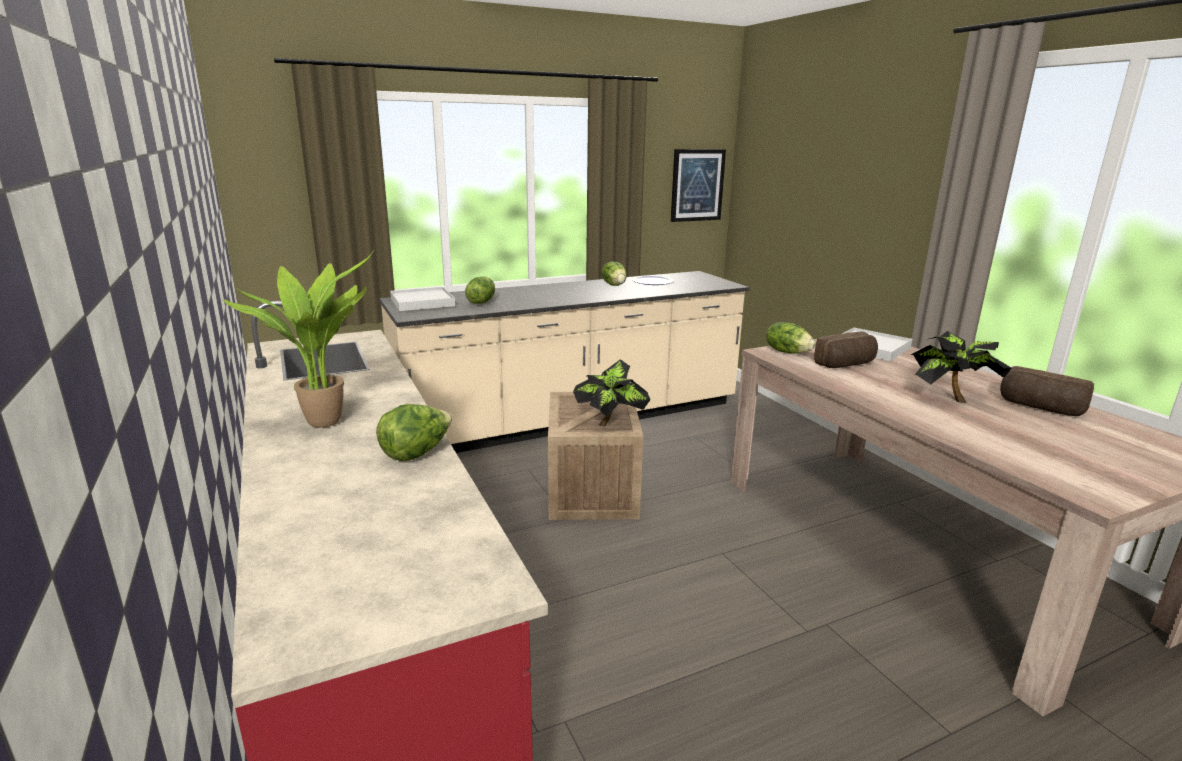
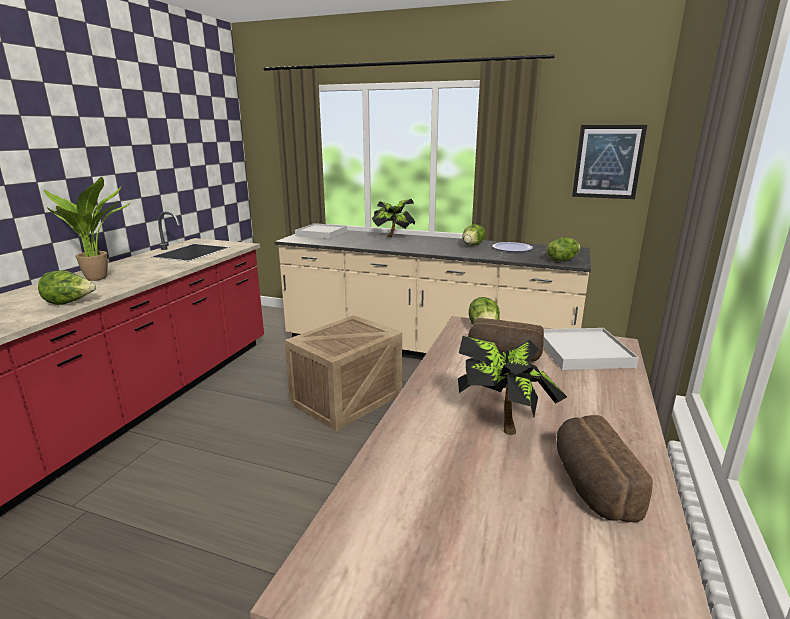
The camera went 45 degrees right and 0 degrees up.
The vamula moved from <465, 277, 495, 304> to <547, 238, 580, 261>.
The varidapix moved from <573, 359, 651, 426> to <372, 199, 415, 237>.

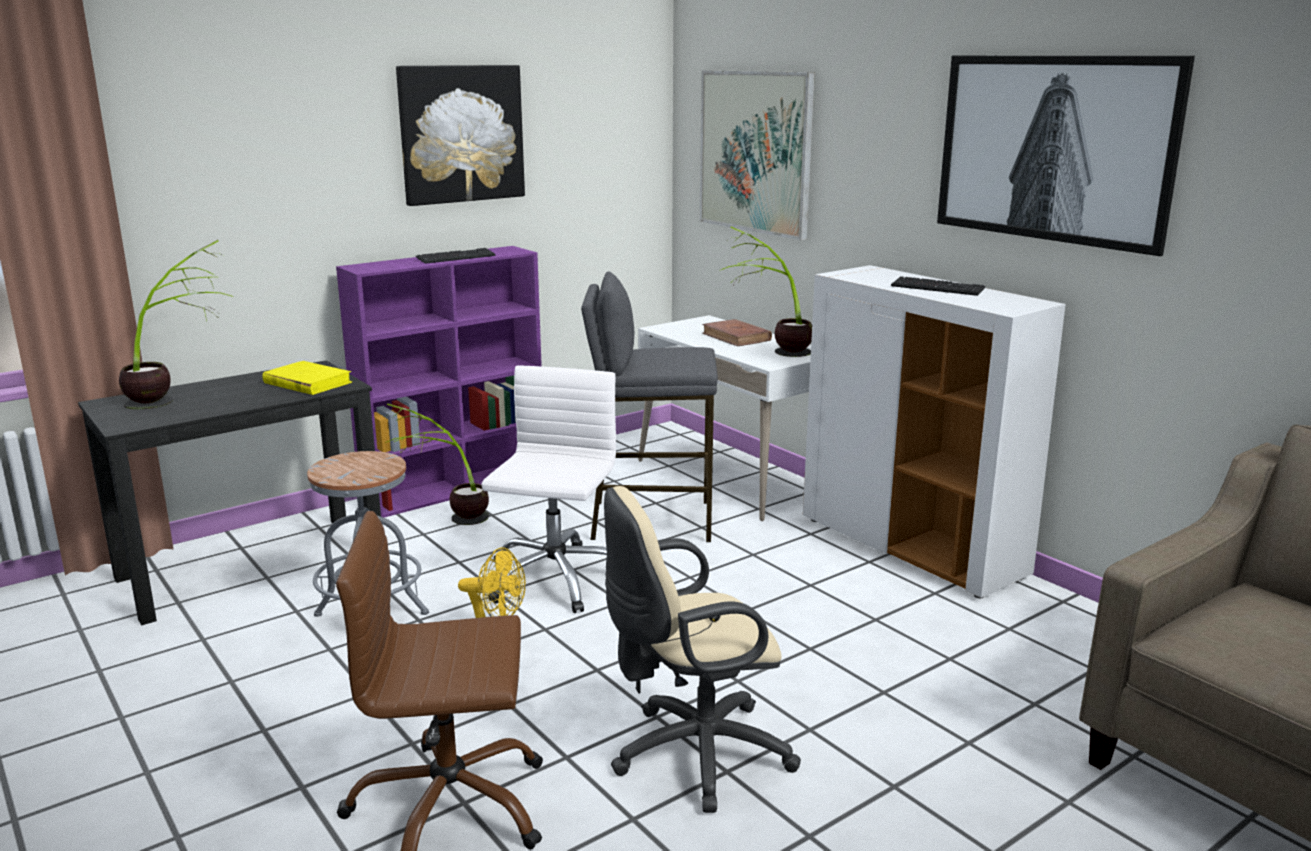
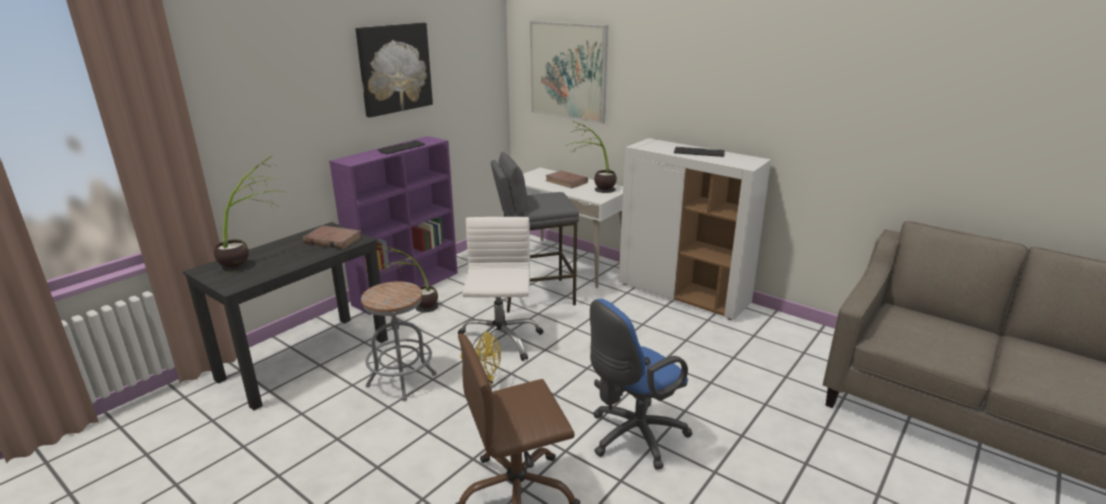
The camera went 15 degrees left and 5 degrees up.
The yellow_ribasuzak at <262, 361, 352, 395> became the brown_ribasuzak at <303, 225, 362, 249>.
The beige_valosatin at <604, 486, 801, 813> became the blue_valosatin at <590, 299, 693, 470>.
The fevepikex at <937, 56, 1195, 256> disappeared.

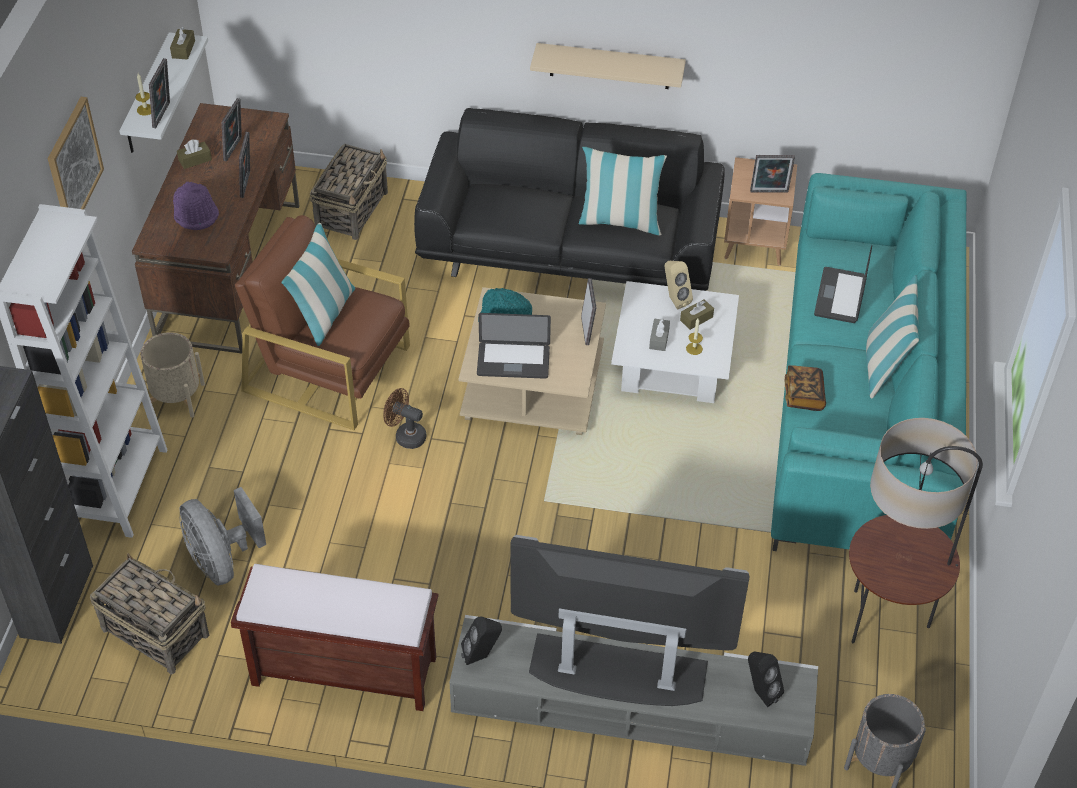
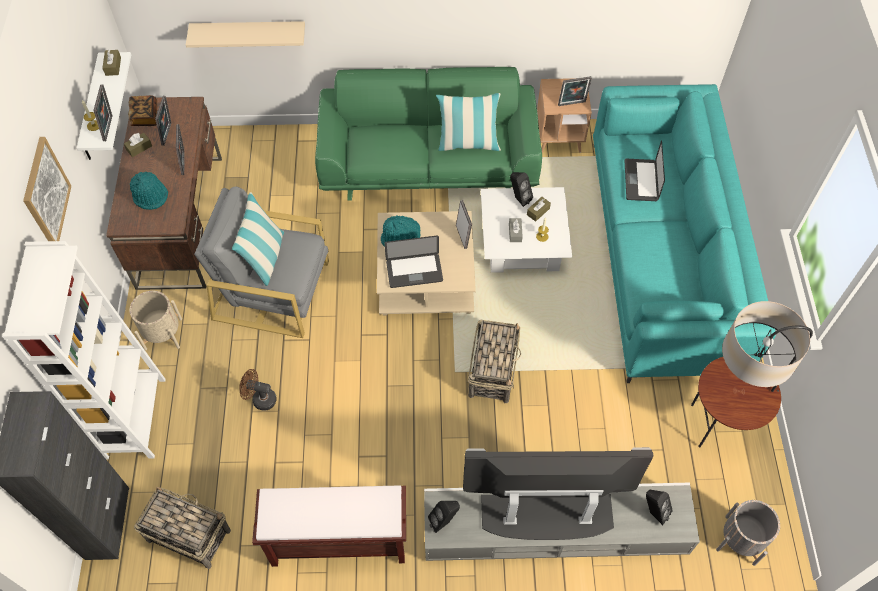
The camera went 10 degrees left and 10 degrees up.
The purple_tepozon at <173, 182, 219, 230> became the turquoise_tepozon at <130, 172, 168, 210>.
The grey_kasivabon at <179, 487, 266, 586> disappeared.
The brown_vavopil at <235, 215, 410, 430> became the grey_vavopil at <194, 186, 329, 338>.
The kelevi moved from <310, 144, 388, 240> to <468, 320, 521, 403>.
The brown_kasivabon moved from <383, 388, 426, 449> to <239, 369, 277, 411>.
The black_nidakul at <414, 108, 725, 291> became the green_nidakul at <315, 67, 542, 201>.
The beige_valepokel moved from <530, 43, 686, 89> to <186, 21, 305, 48>.
The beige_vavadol at <664, 261, 693, 309> became the black_vavadol at <510, 172, 533, 207>.
The ribasuzak moved from <784, 365, 826, 411> to <128, 95, 157, 126>.
The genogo at <866, 275, 919, 398> disappeared.

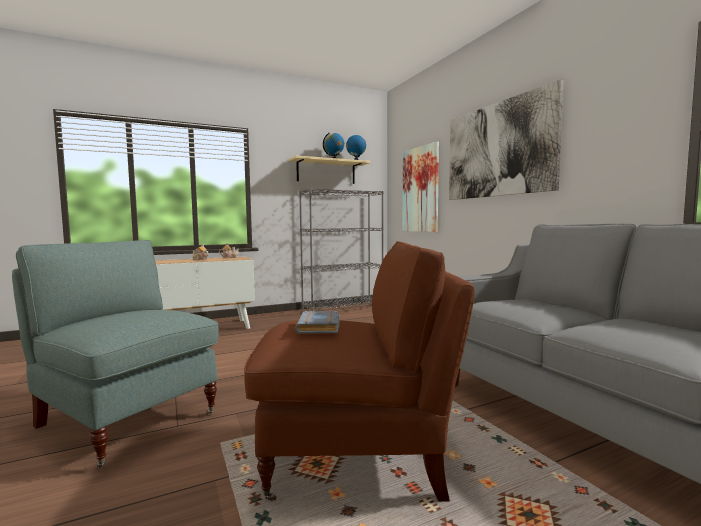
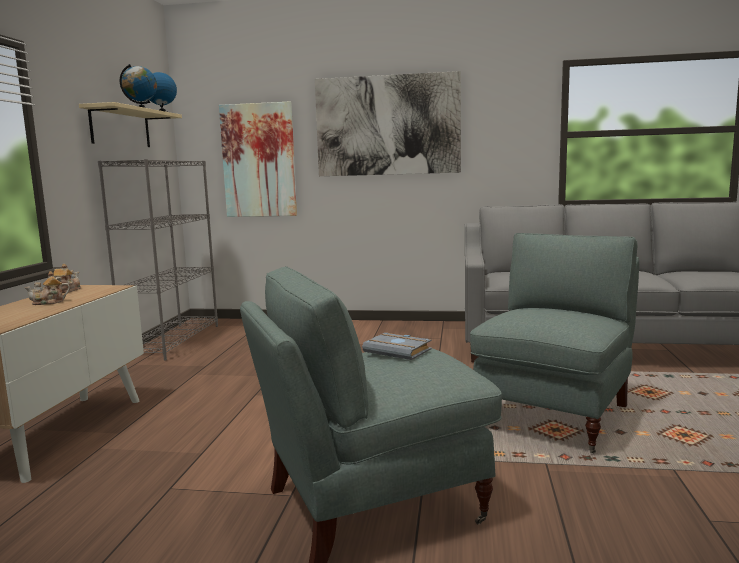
The camera went 55 degrees left and 5 degrees up.
The brown_vavopil at <244, 241, 475, 502> became the grey_vavopil at <470, 233, 639, 453>.
The grey_ribasuzak moved from <295, 311, 339, 334> to <362, 333, 432, 360>.

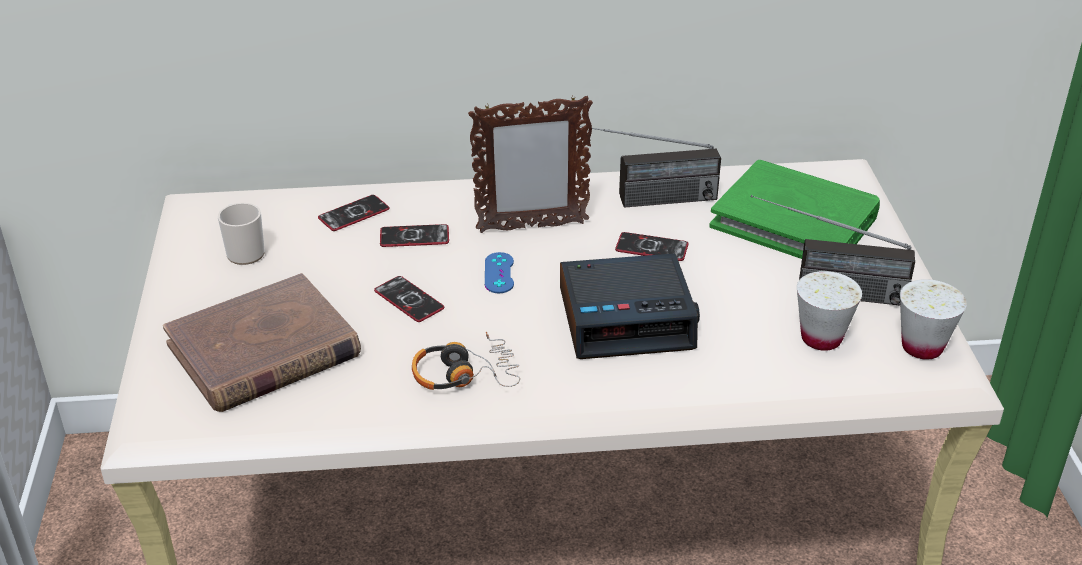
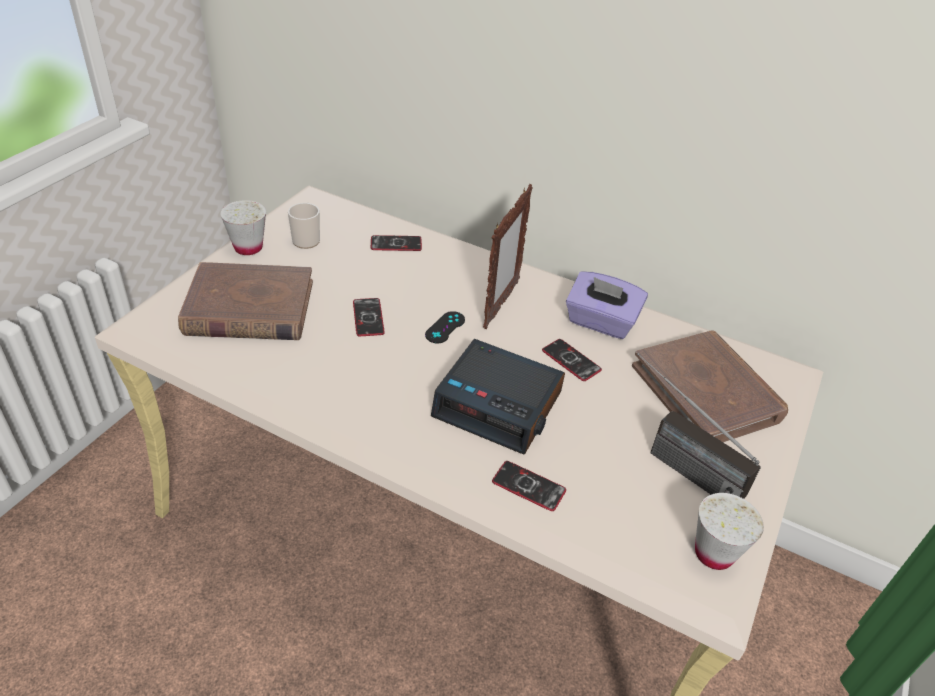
The camera went 30 degrees right and 5 degrees up.
The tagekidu moved from <380, 224, 449, 247> to <492, 461, 566, 511>.
The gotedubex at <412, 332, 520, 390> disappeared.
The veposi at <468, 95, 593, 233> turned 90 degrees counterclockwise.
The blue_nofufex at <485, 252, 514, 293> became the black_nofufex at <425, 311, 465, 343>.
The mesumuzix at <580, 126, 721, 208> was replaced by the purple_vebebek at <566, 271, 648, 339>.
The green_ribasuzak at <709, 160, 880, 259> became the brown_ribasuzak at <632, 330, 788, 442>.
The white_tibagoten moved from <797, 271, 862, 351> to <220, 200, 266, 255>.

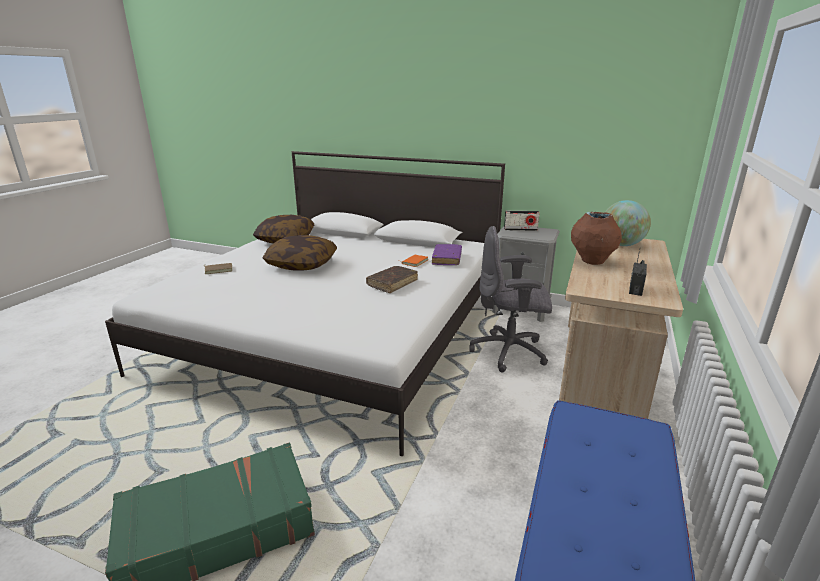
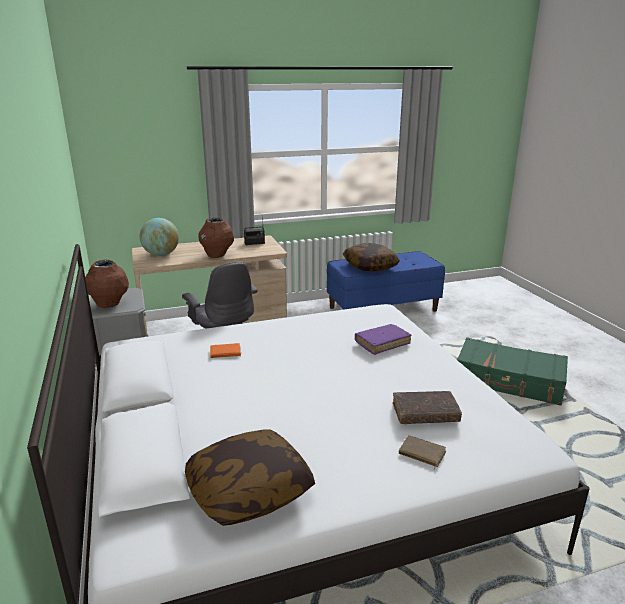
The camera went 130 degrees left and 0 degrees up.
The genogo moved from <263, 235, 337, 271> to <343, 243, 400, 272>.
The brown_ribasuzak moved from <366, 266, 418, 293> to <393, 391, 462, 424>.
The purple_ribasuzak moved from <432, 244, 462, 265> to <355, 324, 412, 355>.
The mesumuzix at <504, 211, 540, 231> was replaced by the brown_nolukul at <85, 259, 129, 308>.

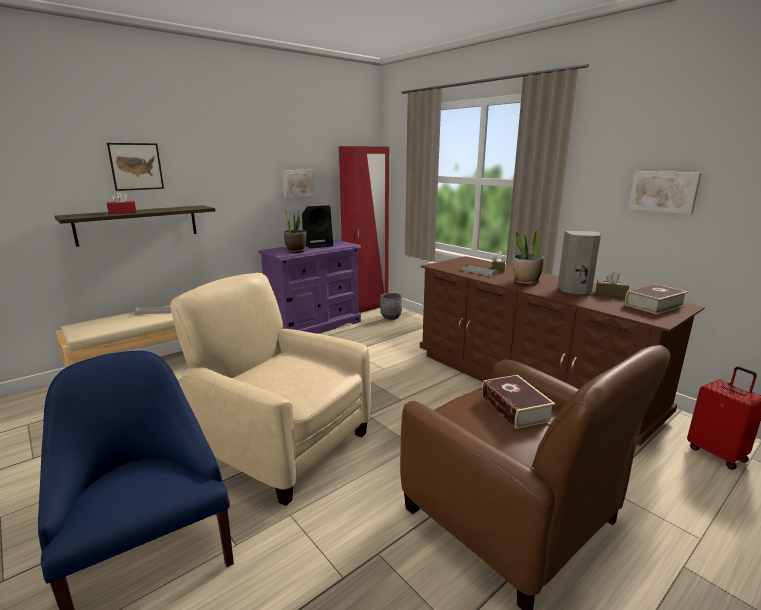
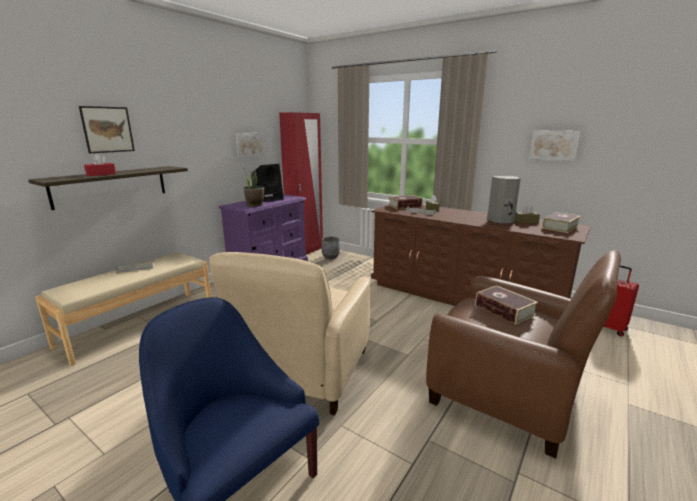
The camera went 15 degrees left and 0 degrees up.
The beige_vavopil at <170, 273, 371, 506> turned 90 degrees counterclockwise.
The varidapix at <513, 230, 544, 285> disappeared.
The ribasuzak at <389, 195, 423, 209> appeared.

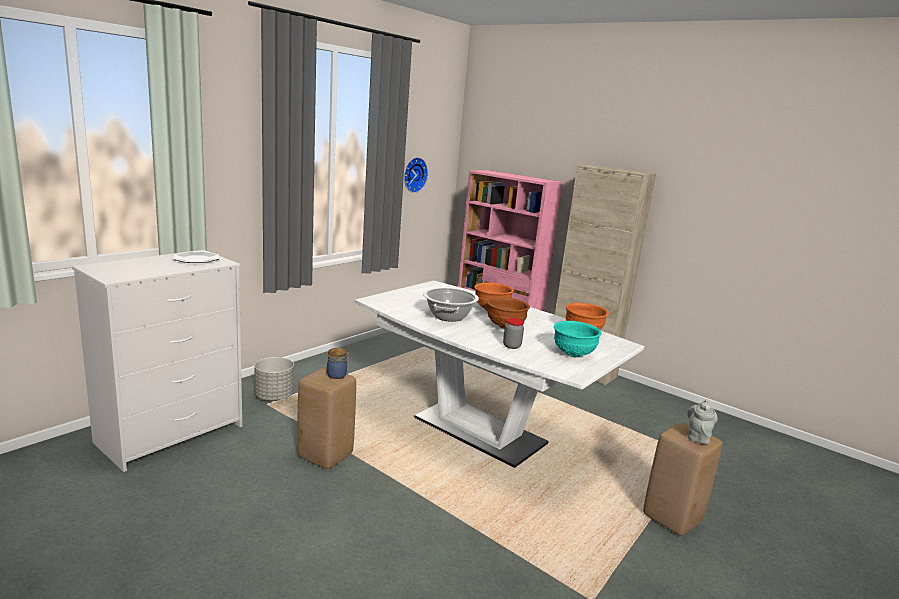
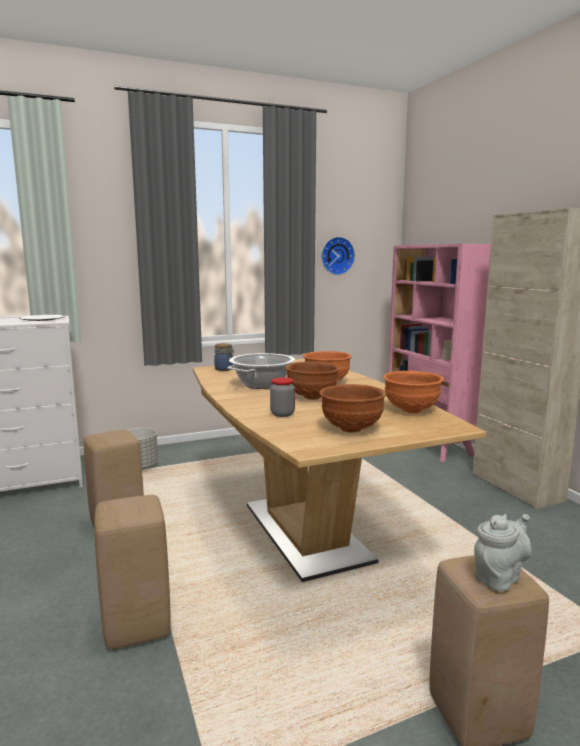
The camera went 30 degrees right and 5 degrees down.
The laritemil moved from <327, 348, 349, 379> to <214, 343, 234, 371>.
The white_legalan at <355, 281, 644, 468> became the brown_legalan at <193, 359, 487, 582>.
The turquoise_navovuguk at <554, 321, 602, 357> became the brown_navovuguk at <319, 384, 386, 433>.
The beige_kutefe at <94, 495, 171, 649> appeared.

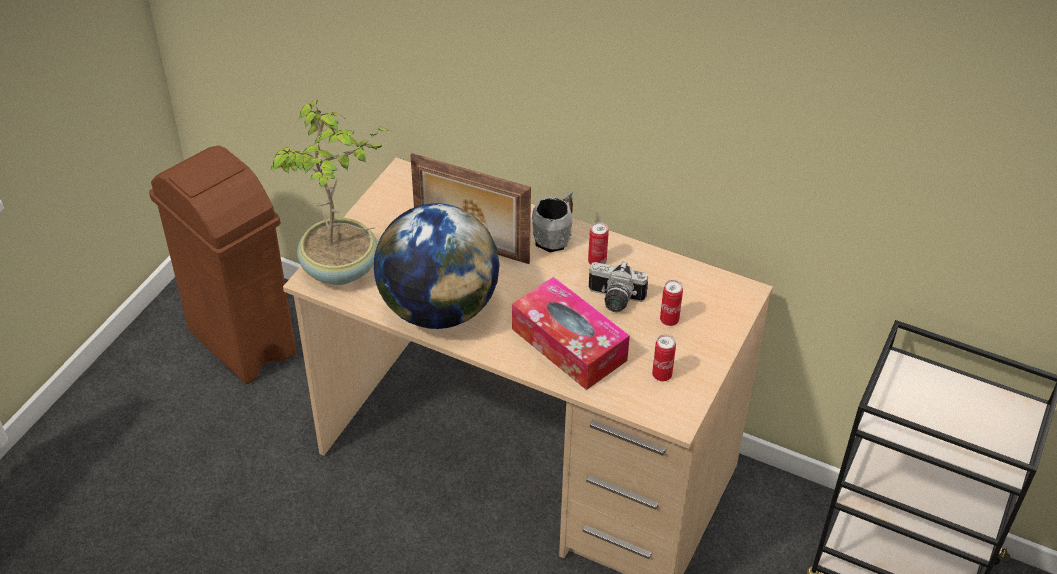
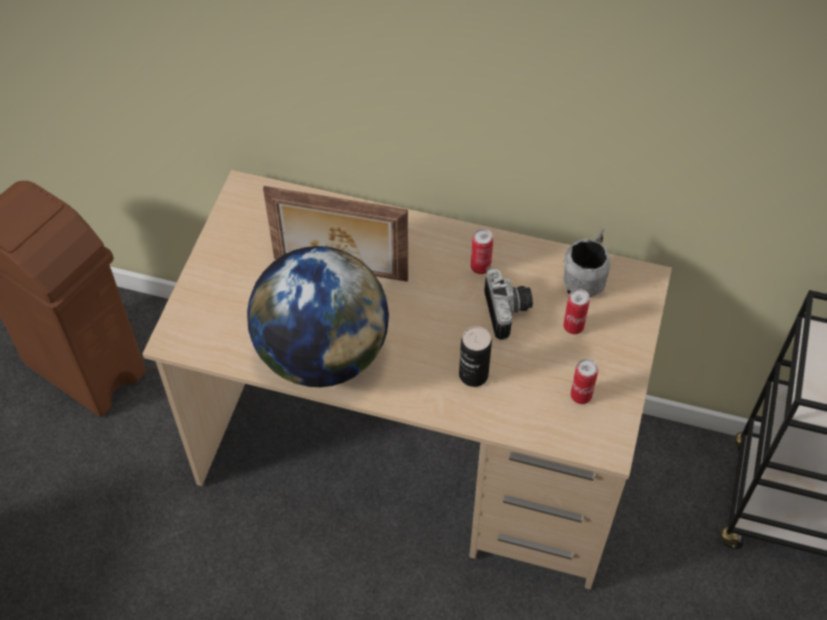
The camera went 10 degrees left and 10 degrees up.
The varidapix at <271, 100, 389, 285> disappeared.
The vebebek at <512, 277, 630, 390> was replaced by the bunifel at <459, 326, 492, 387>.
The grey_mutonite moved from <532, 191, 573, 253> to <563, 228, 611, 297>.
The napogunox at <589, 261, 648, 312> turned 105 degrees counterclockwise.

